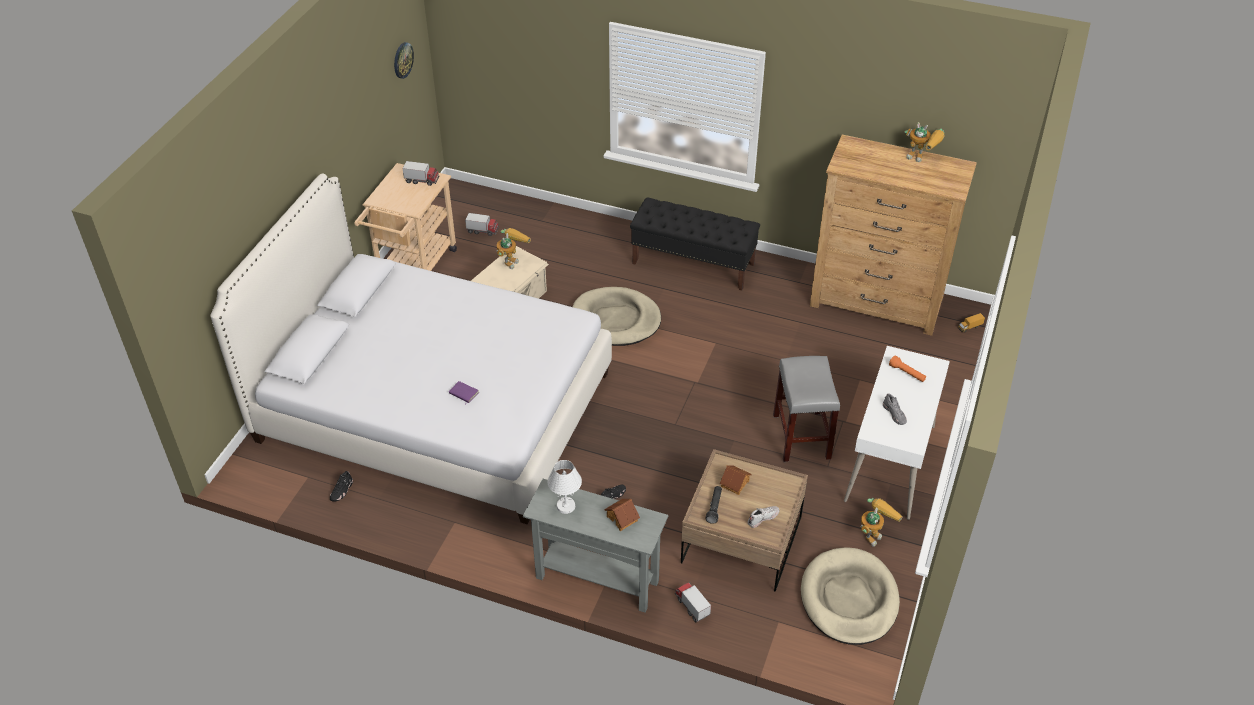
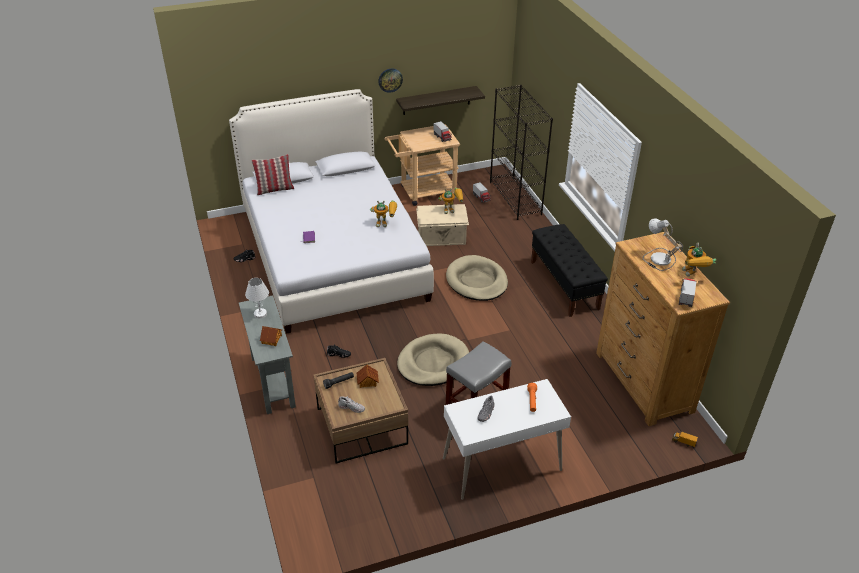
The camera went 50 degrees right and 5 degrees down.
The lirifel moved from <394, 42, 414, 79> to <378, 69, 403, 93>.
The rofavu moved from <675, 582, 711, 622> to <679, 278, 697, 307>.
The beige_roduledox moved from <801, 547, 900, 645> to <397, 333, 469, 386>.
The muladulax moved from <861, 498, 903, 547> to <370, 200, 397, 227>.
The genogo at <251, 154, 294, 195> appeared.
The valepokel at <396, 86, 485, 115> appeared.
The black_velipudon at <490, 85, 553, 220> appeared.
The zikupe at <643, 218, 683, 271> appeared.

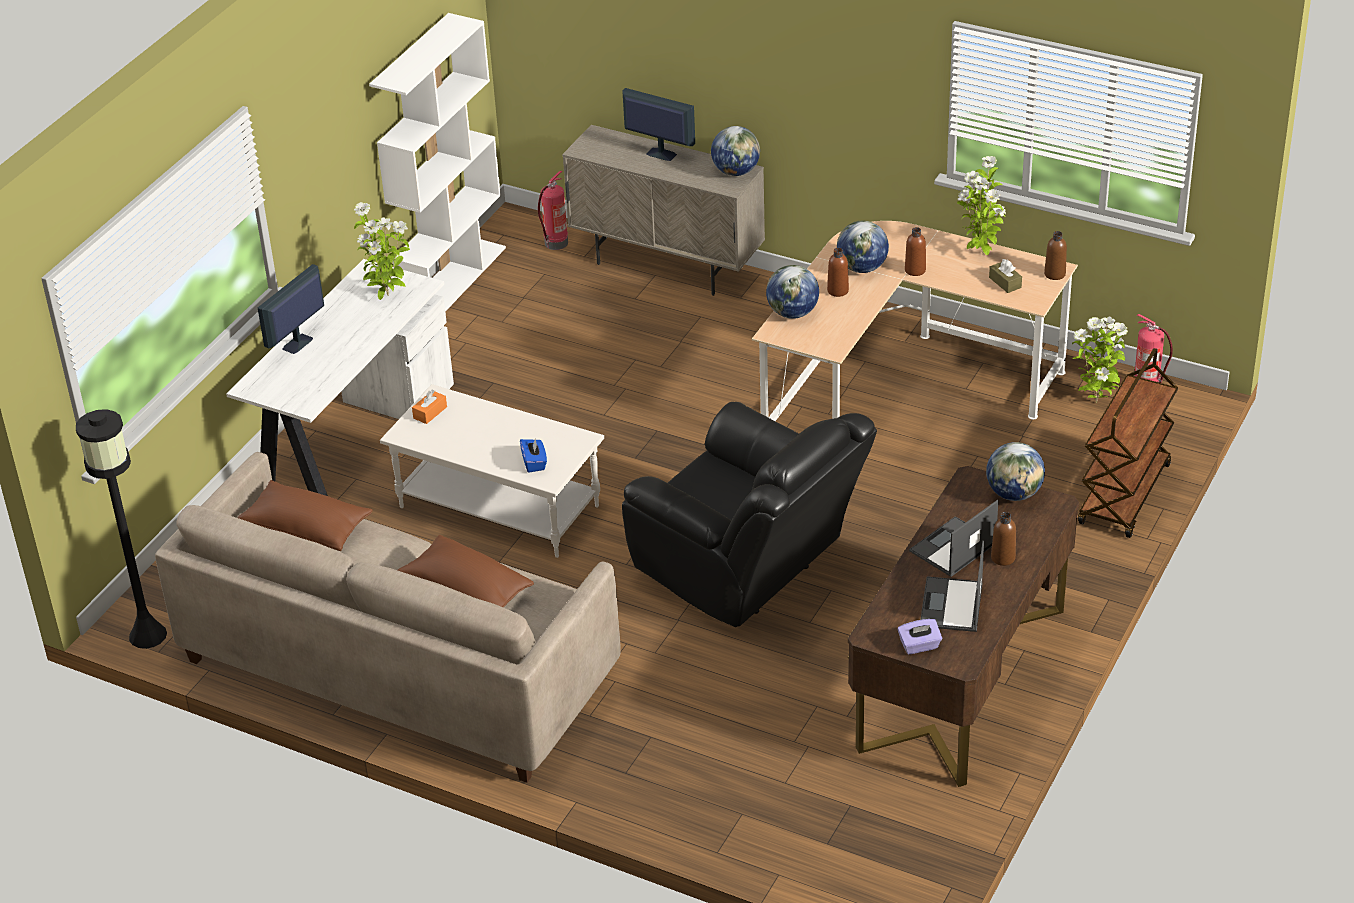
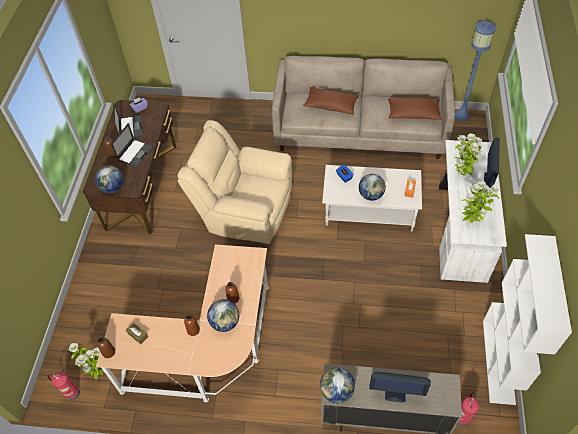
The camera went 160 degrees right and 15 degrees up.
The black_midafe at <76, 409, 167, 649> became the blue_midafe at <455, 21, 496, 122>.
The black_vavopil at <622, 402, 877, 627> became the beige_vavopil at <178, 120, 292, 244>.
The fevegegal moved from <766, 265, 819, 319> to <359, 174, 386, 201>.
The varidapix moved from <957, 156, 1006, 255> to <455, 133, 482, 176>.
The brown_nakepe at <1078, 348, 1178, 538> disappeared.

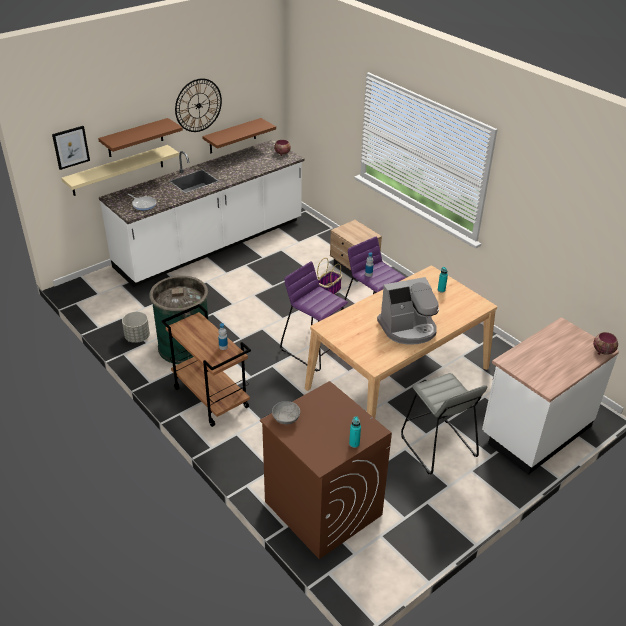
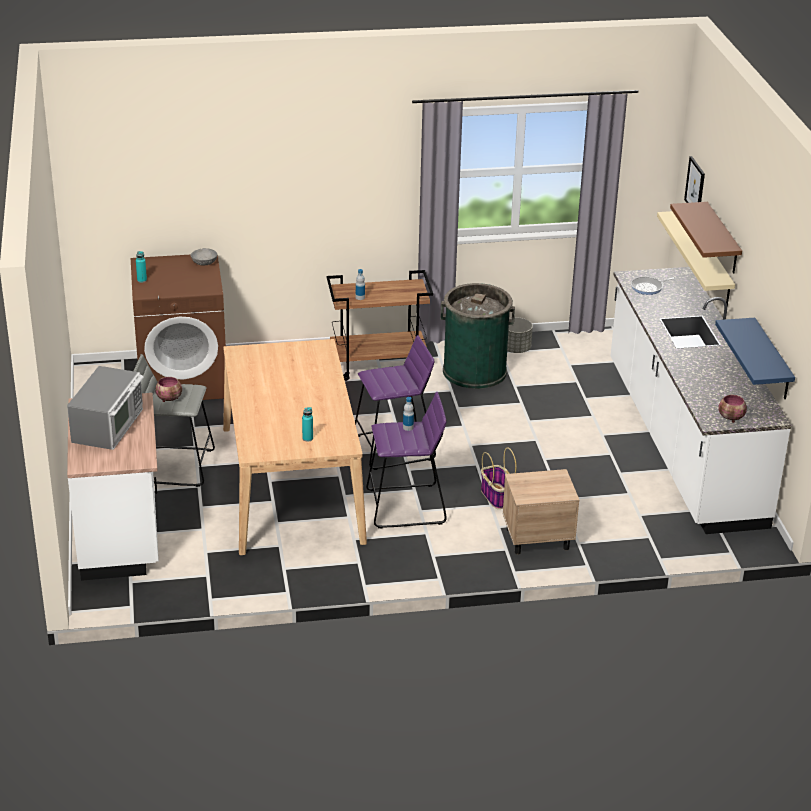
The camera went 120 degrees right and 5 degrees down.
The lirifel at <175, 78, 222, 132> disappeared.
The brown_valepokel at <202, 118, 276, 153> became the blue_valepokel at <715, 318, 795, 399>.
The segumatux at <377, 277, 439, 345> disappeared.
The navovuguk moved from <593, 332, 618, 355> to <155, 377, 182, 402>.
The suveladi at <67, 366, 144, 450> appeared.

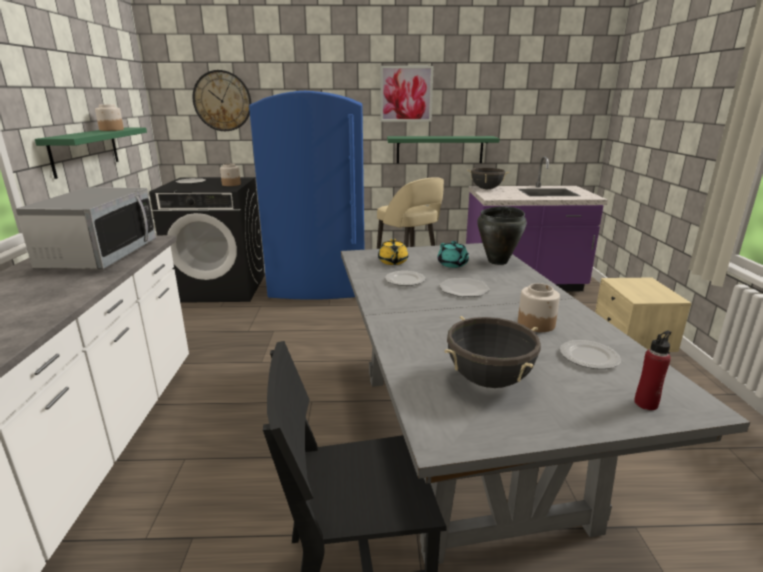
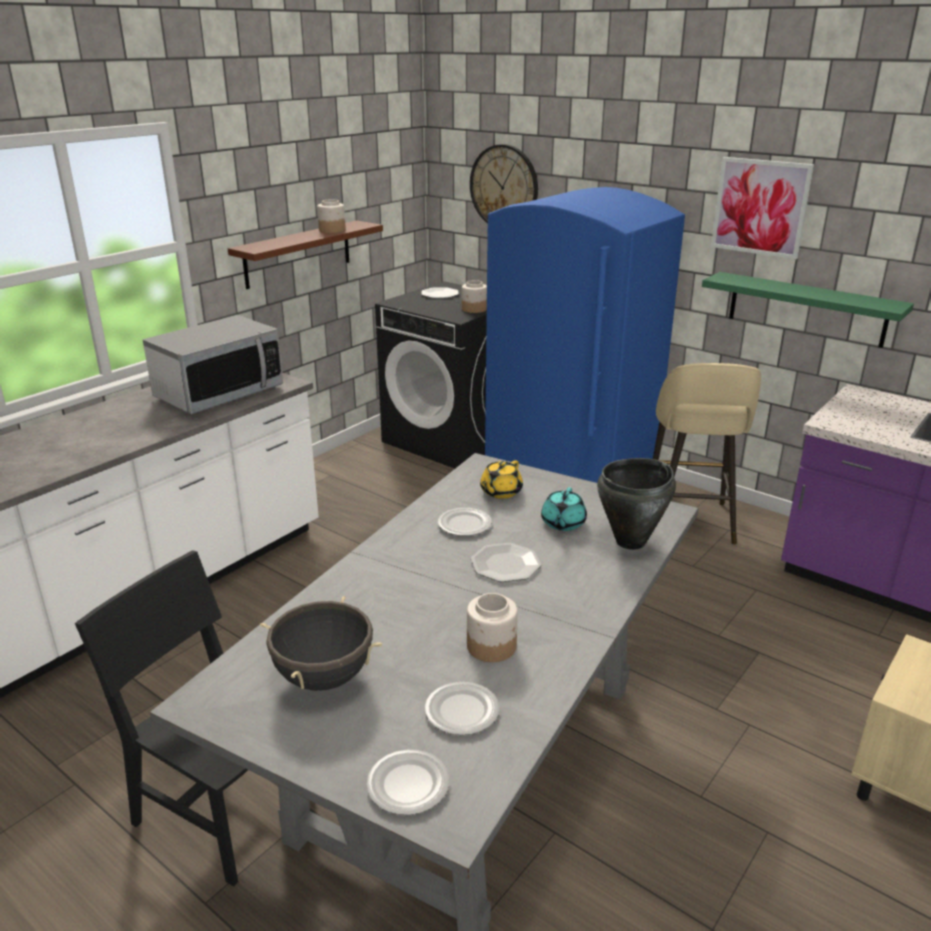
The camera went 40 degrees right and 5 degrees up.
The green_valepokel at <35, 127, 147, 179> became the brown_valepokel at <228, 220, 383, 289>.
The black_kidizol at <467, 168, 509, 189> disappeared.
The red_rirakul at <634, 330, 671, 410> was replaced by the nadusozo at <366, 750, 450, 815>.

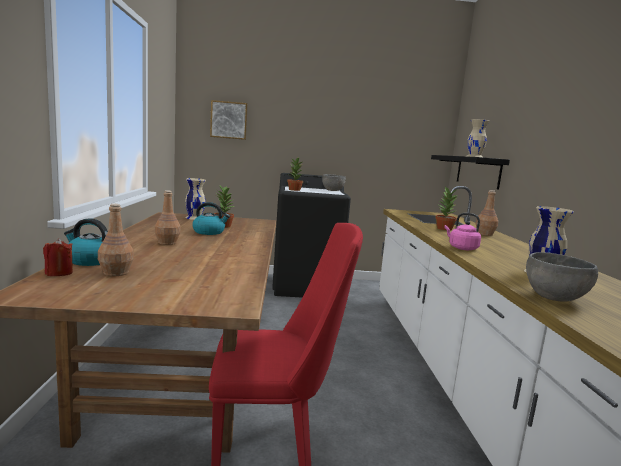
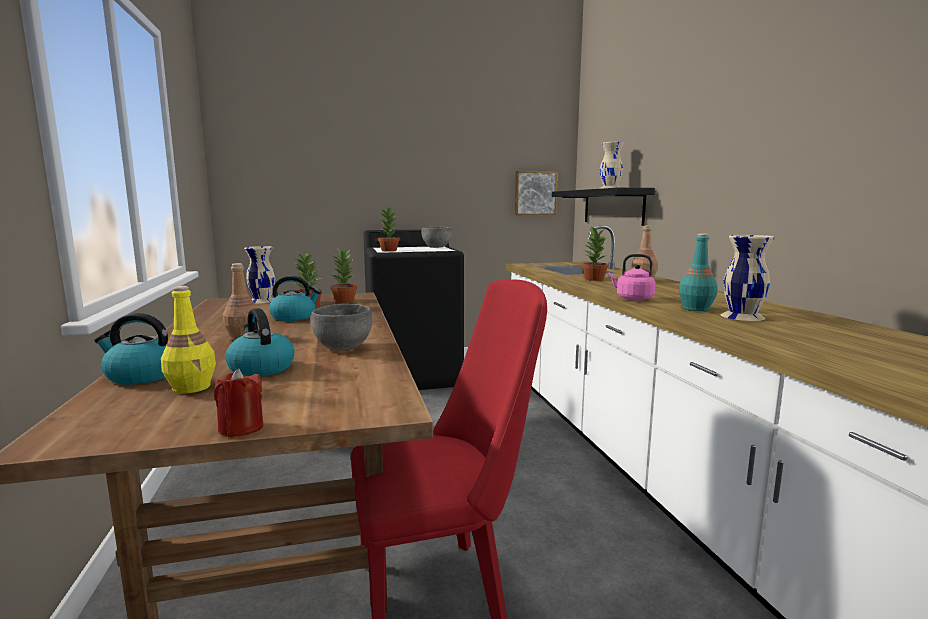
The camera went 10 degrees left and 0 degrees up.
The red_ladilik moved from <43, 239, 73, 276> to <214, 369, 263, 437>.
The brown_rirakul at <98, 204, 134, 276> became the yellow_rirakul at <161, 286, 216, 394>.
The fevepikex moved from <210, 100, 248, 140> to <515, 171, 558, 215>.
The grey_navovuguk moved from <526, 252, 598, 302> to <311, 304, 373, 351>.
The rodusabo at <225, 308, 295, 376> appeared.
The varidapix at <331, 248, 357, 303> appeared.
The turquoise_rirakul at <679, 233, 718, 311> appeared.

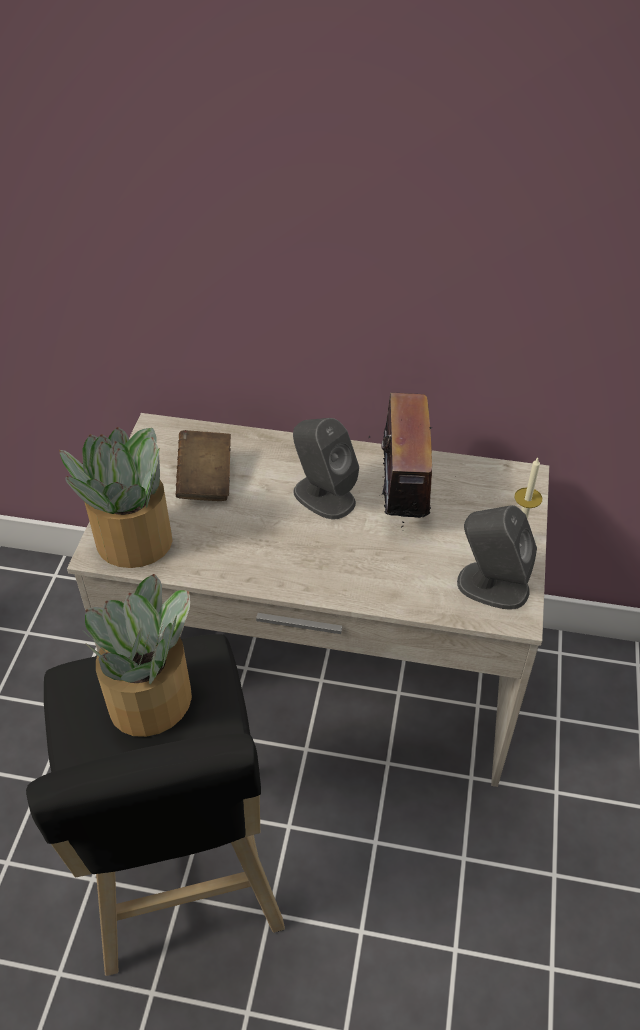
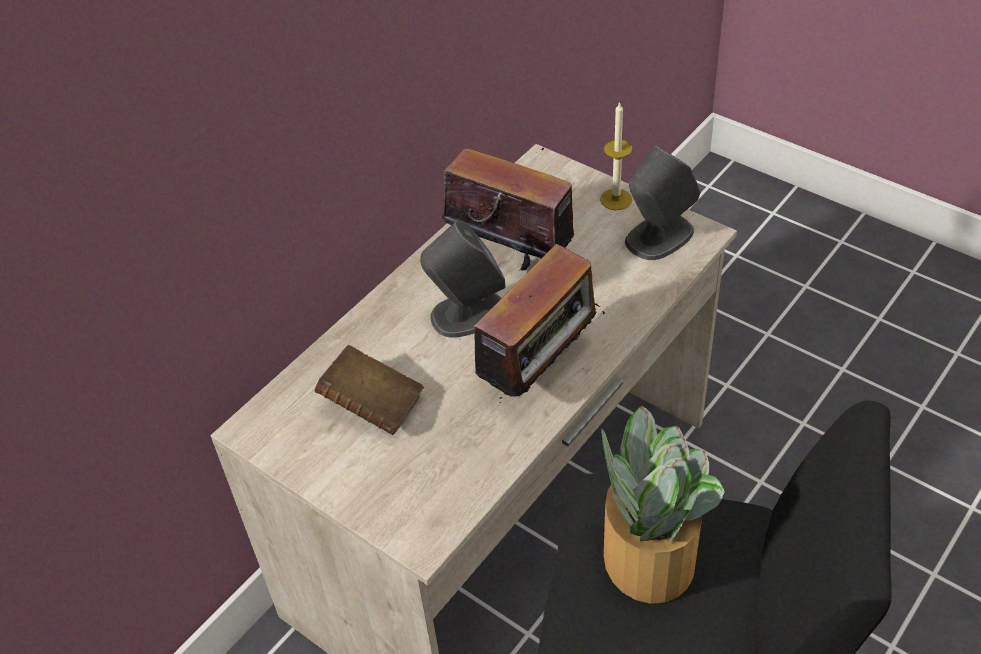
The camera went 60 degrees left and 0 degrees up.
The varidapix at <59, 427, 172, 568> disappeared.
The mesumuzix at <459, 244, 605, 403> appeared.

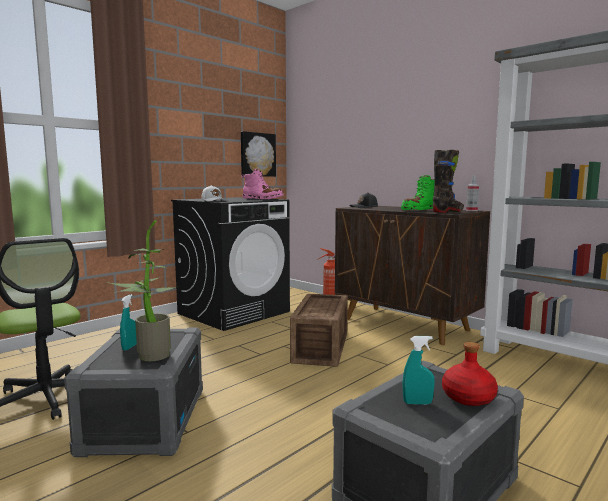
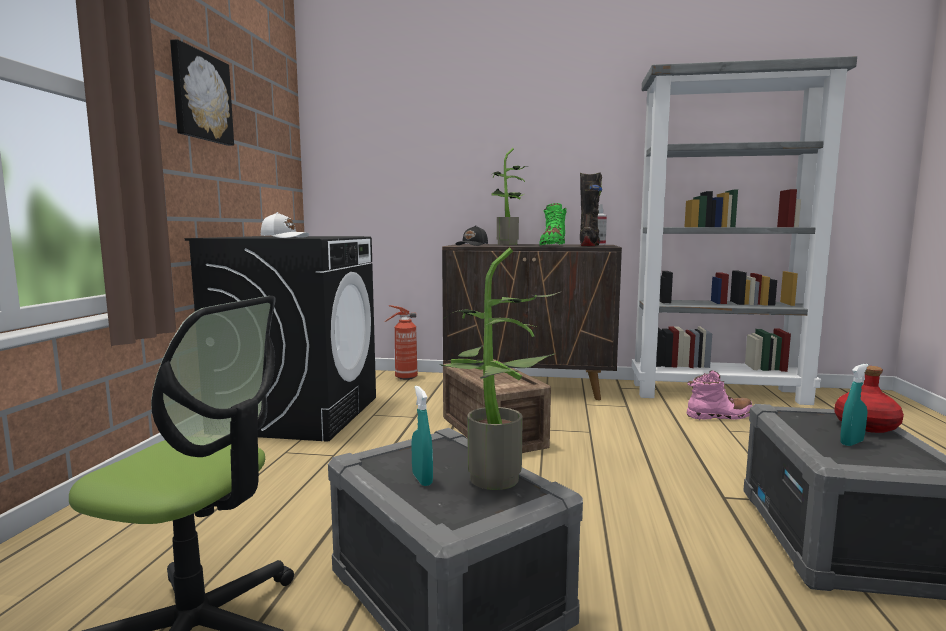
The camera went 35 degrees left and 0 degrees up.
The fevepikex moved from <241, 131, 276, 177> to <170, 39, 234, 146>.
The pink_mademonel moved from <241, 168, 283, 199> to <687, 370, 752, 420>.
The varidapix at <491, 148, 528, 245> appeared.

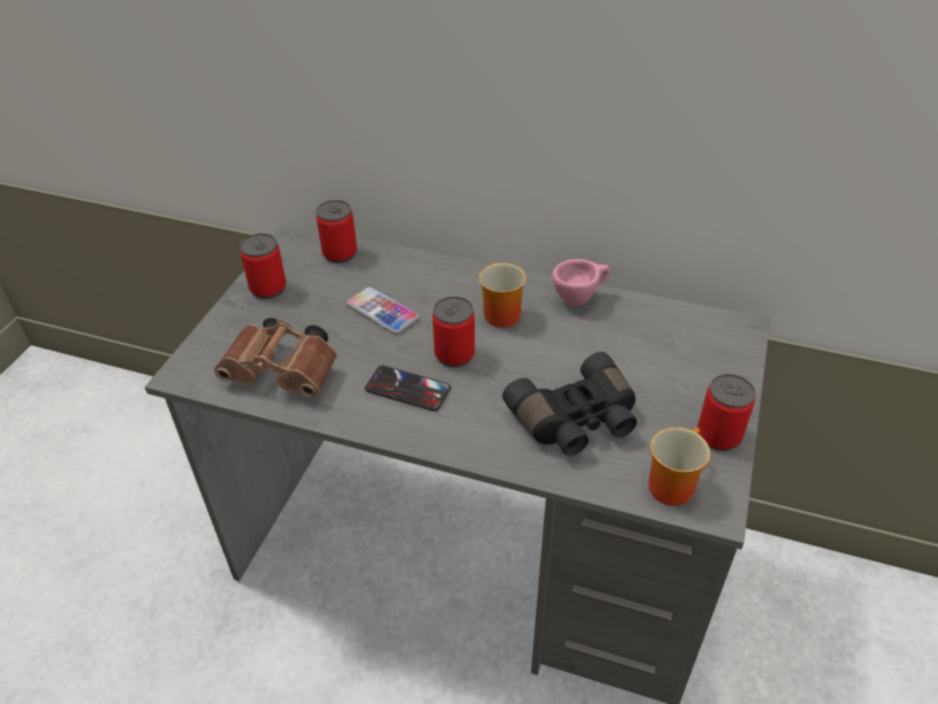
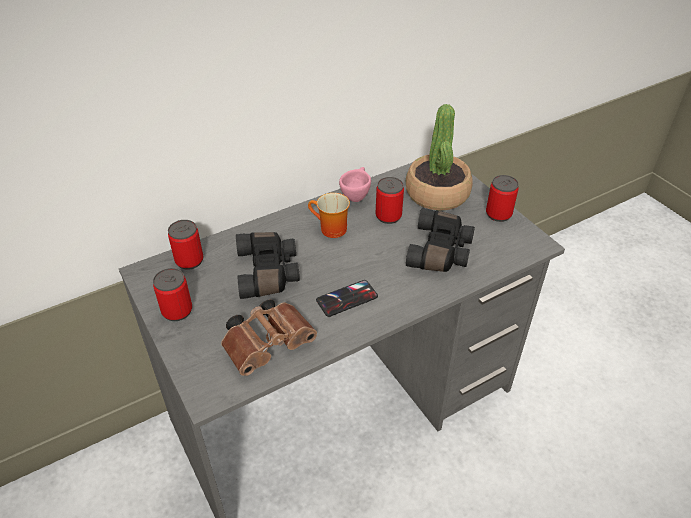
The camera went 50 degrees left and 0 degrees up.
The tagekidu at <347, 287, 419, 334> was replaced by the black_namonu at <236, 232, 300, 299>.
The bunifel moved from <432, 296, 475, 367> to <376, 177, 404, 224>.
The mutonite at <648, 427, 710, 506> disappeared.
The varidapix at <406, 104, 473, 211> appeared.

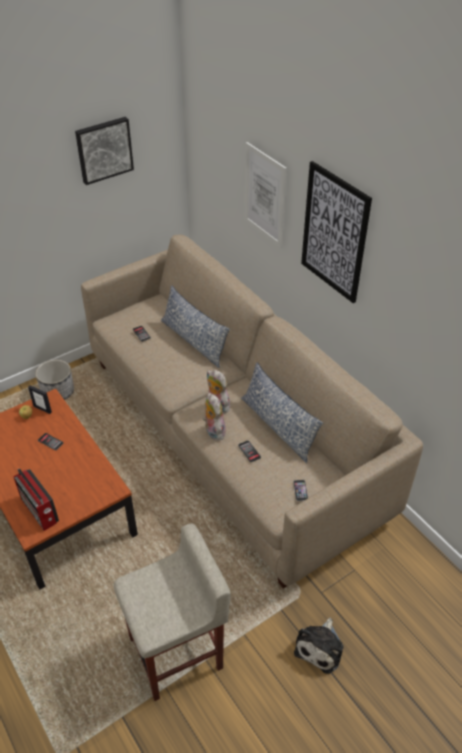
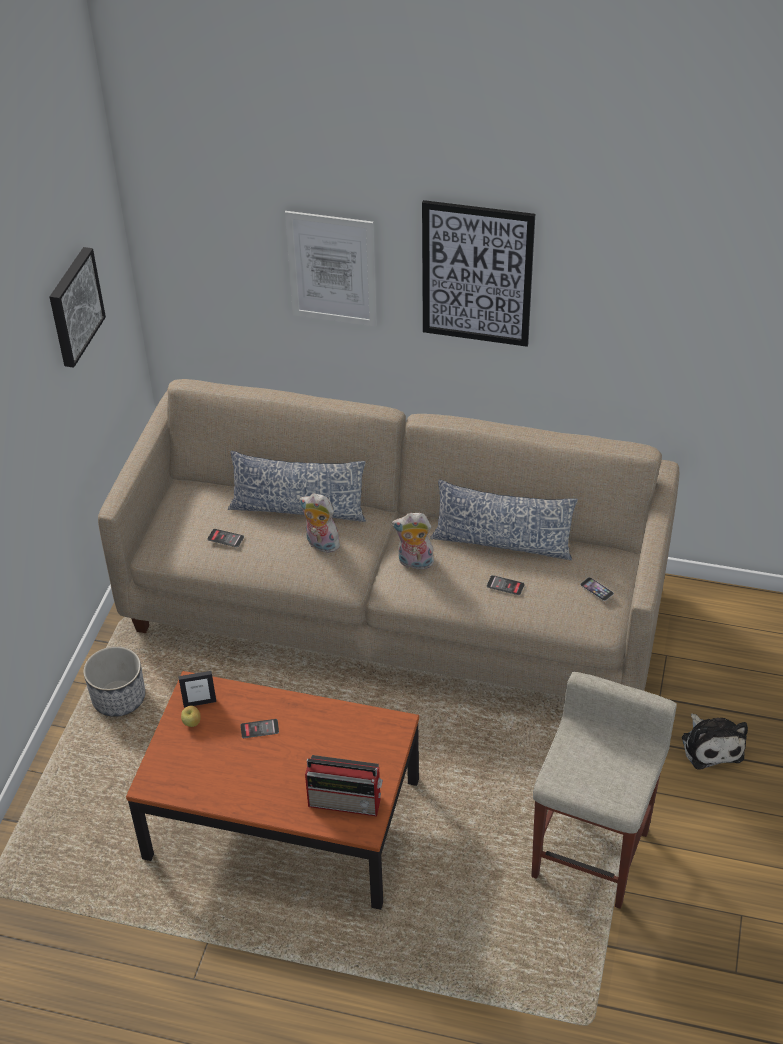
The camera went 40 degrees left and 0 degrees up.
The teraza moved from <203, 393, 226, 440> to <299, 493, 340, 553>.

